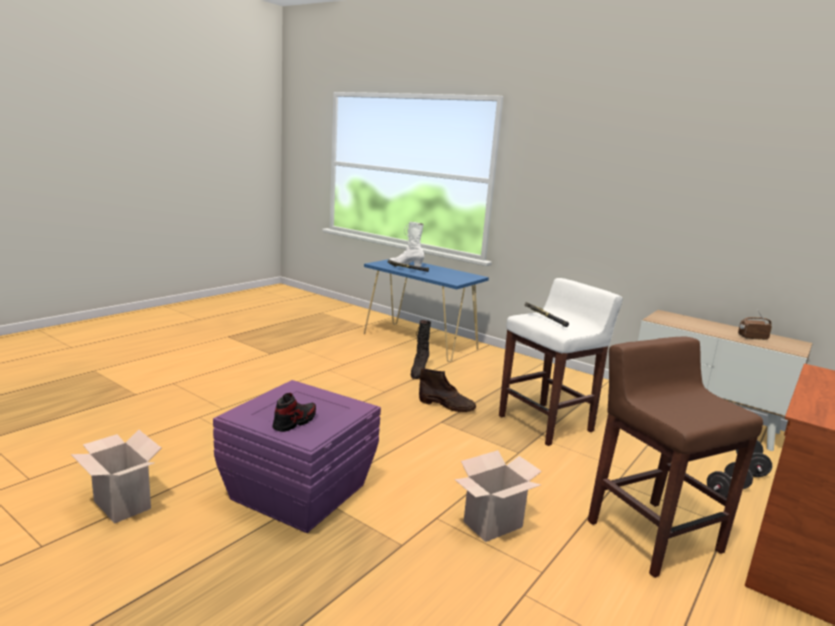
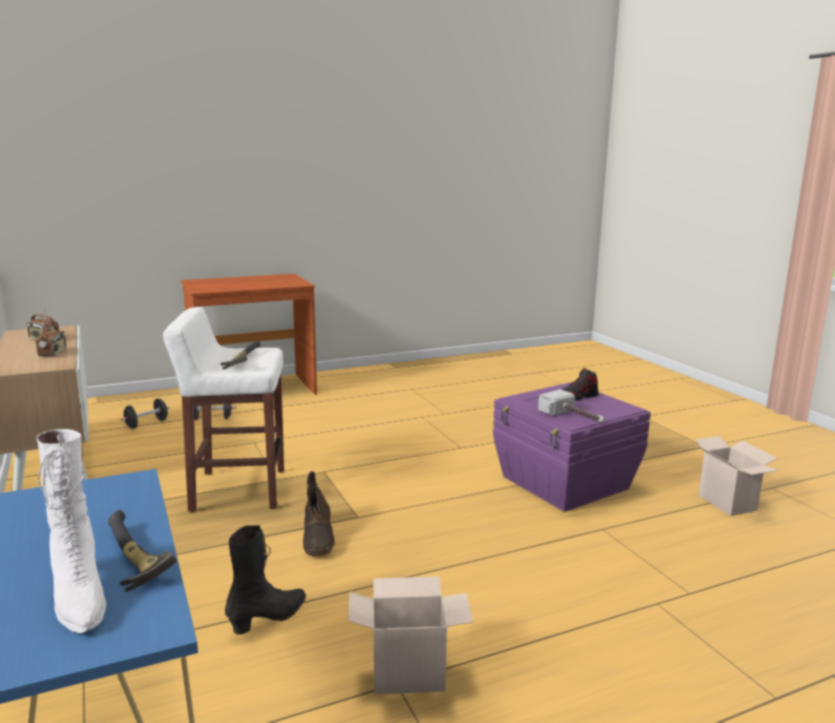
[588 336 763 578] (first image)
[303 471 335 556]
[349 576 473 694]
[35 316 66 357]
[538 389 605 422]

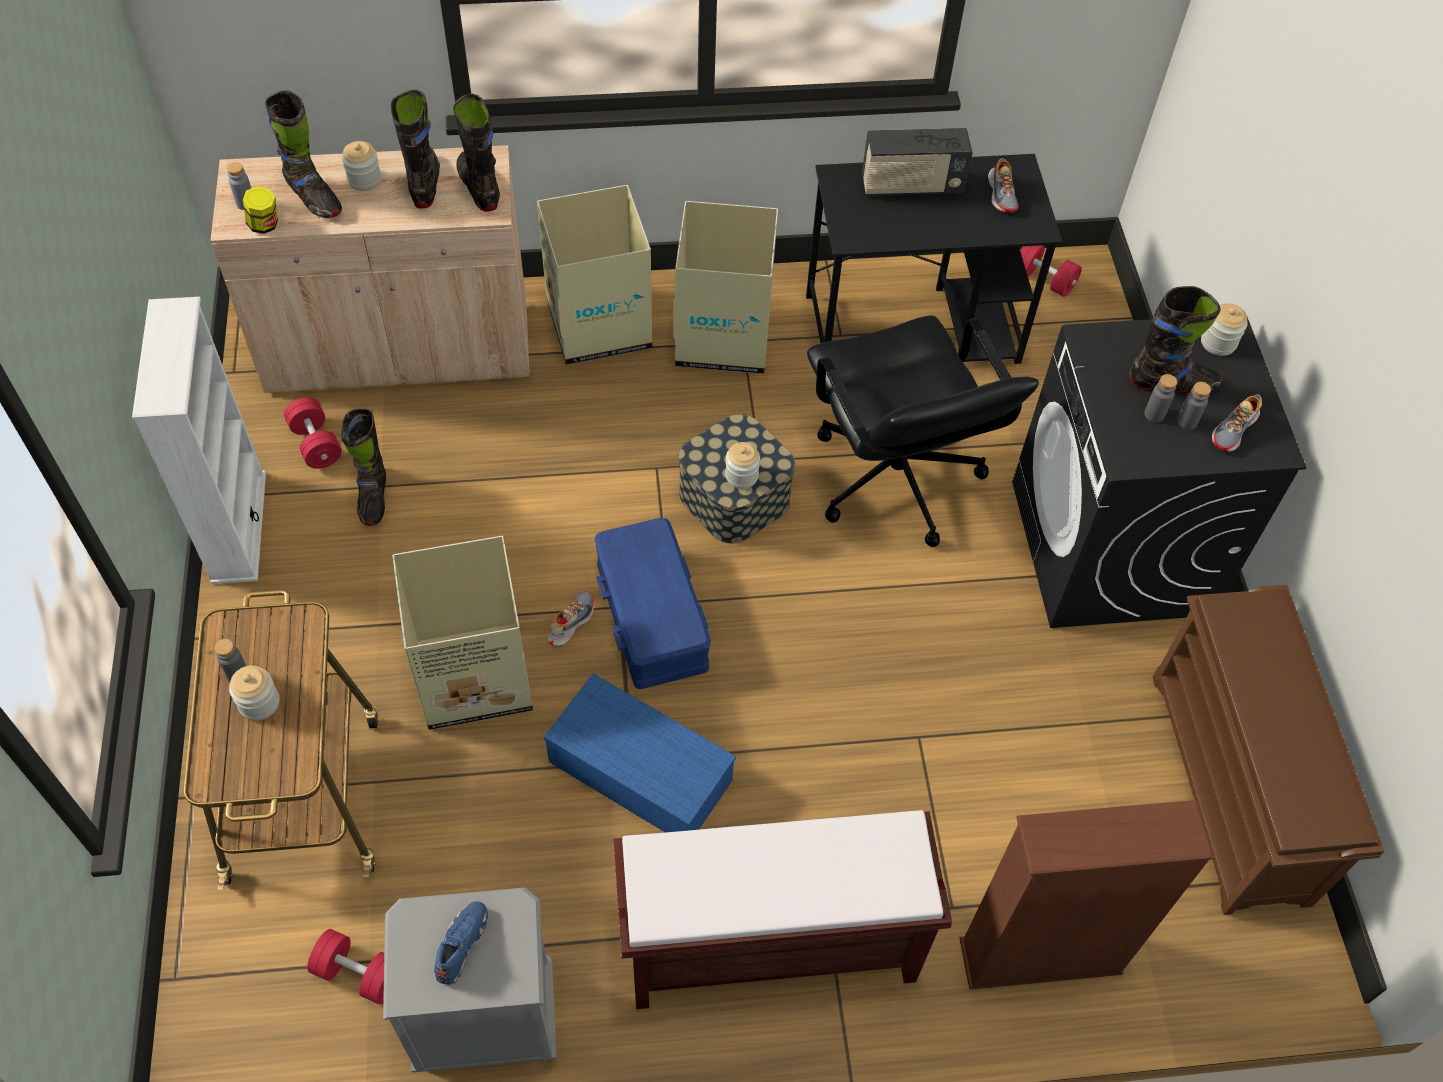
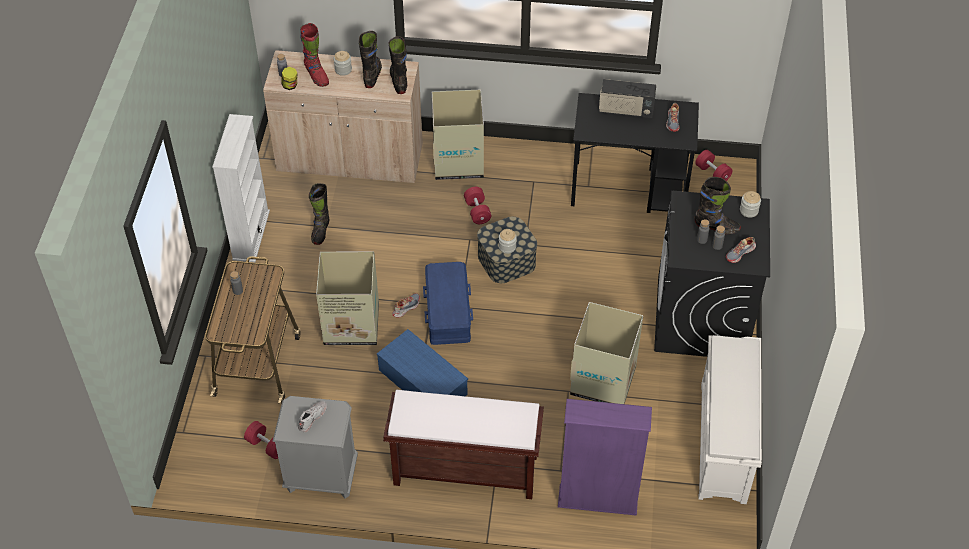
[300 23 329 87]
[570 302 643 404]
[807 315 1039 547] (first image)
[464 187 491 224]
[699 335 762 504]
[229 665 279 721] (first image)
[558 399 652 516]
[298 401 327 432]

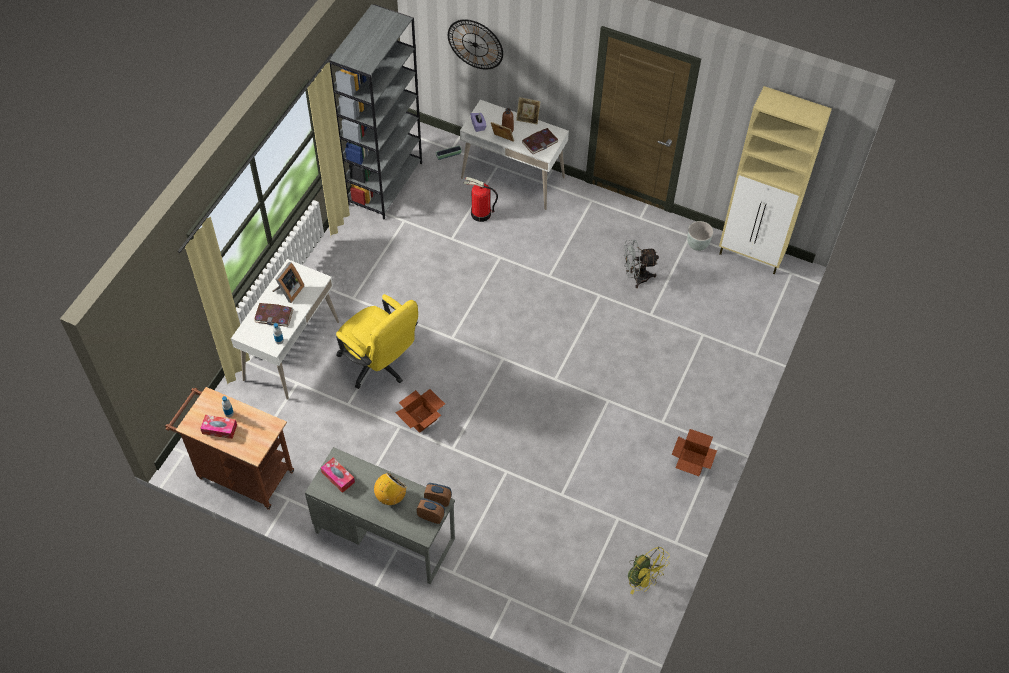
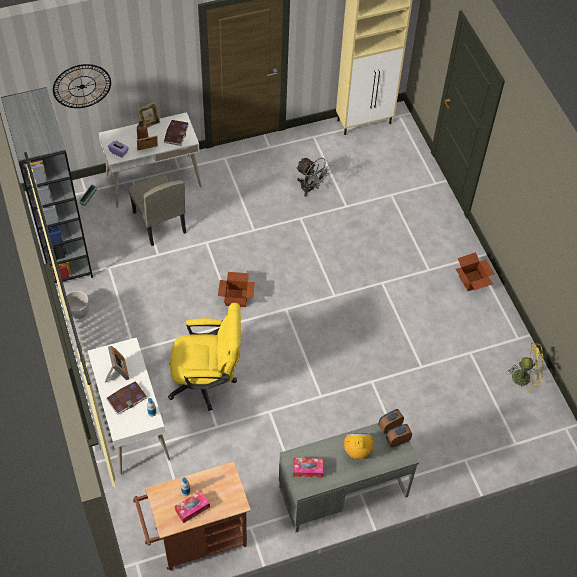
[128 175 186 246]
[66 290 89 319]
[296 158 331 197]
[218 272 255 307]

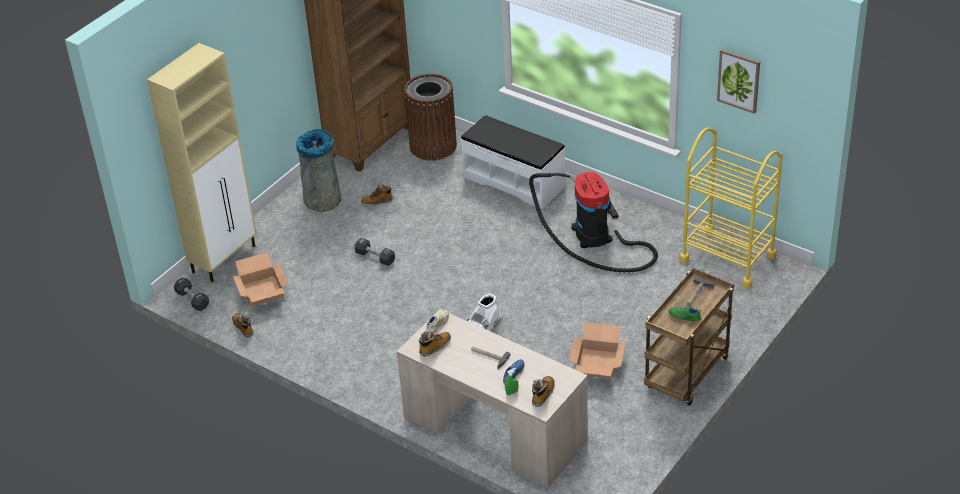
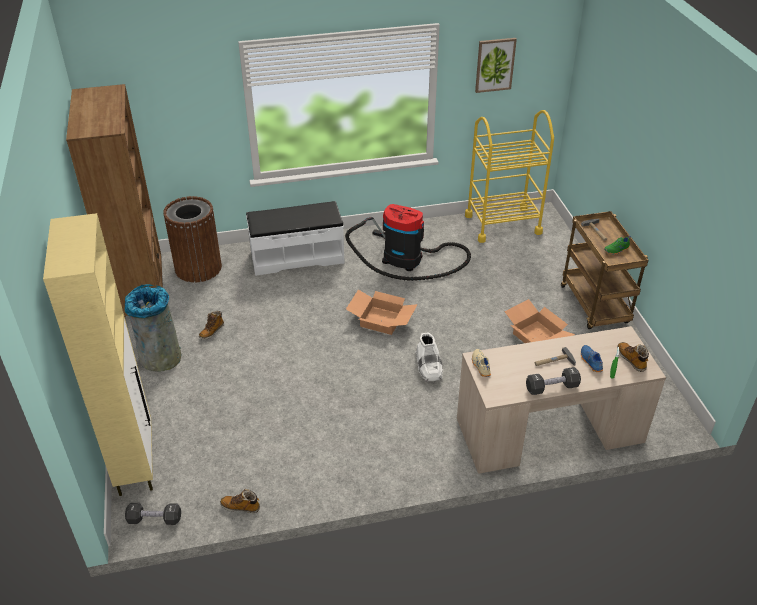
[526 367 581 395]
[346 290 418 335]
[419 330 451 357] (first image)

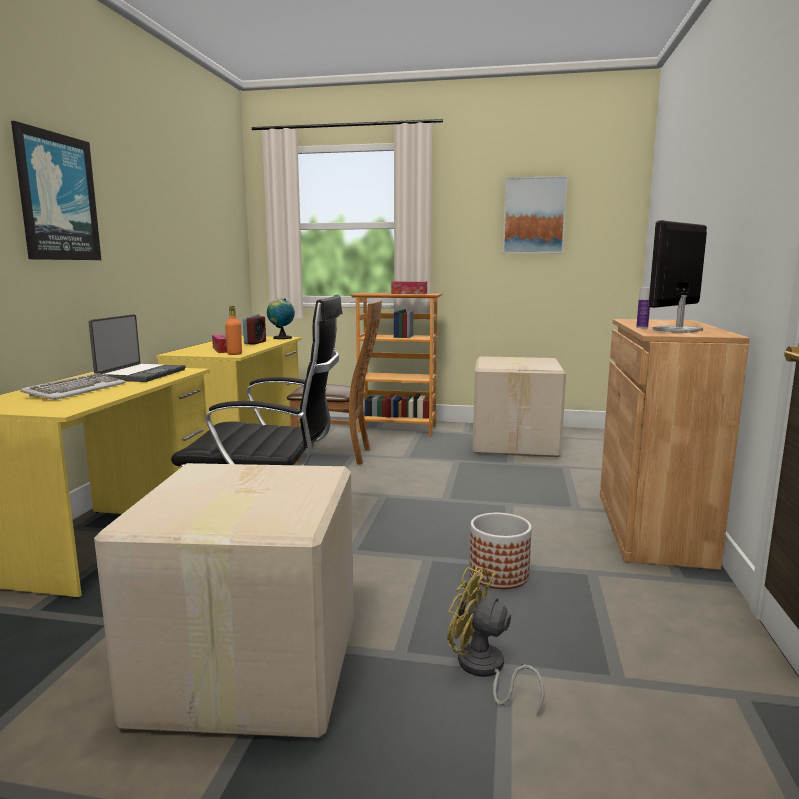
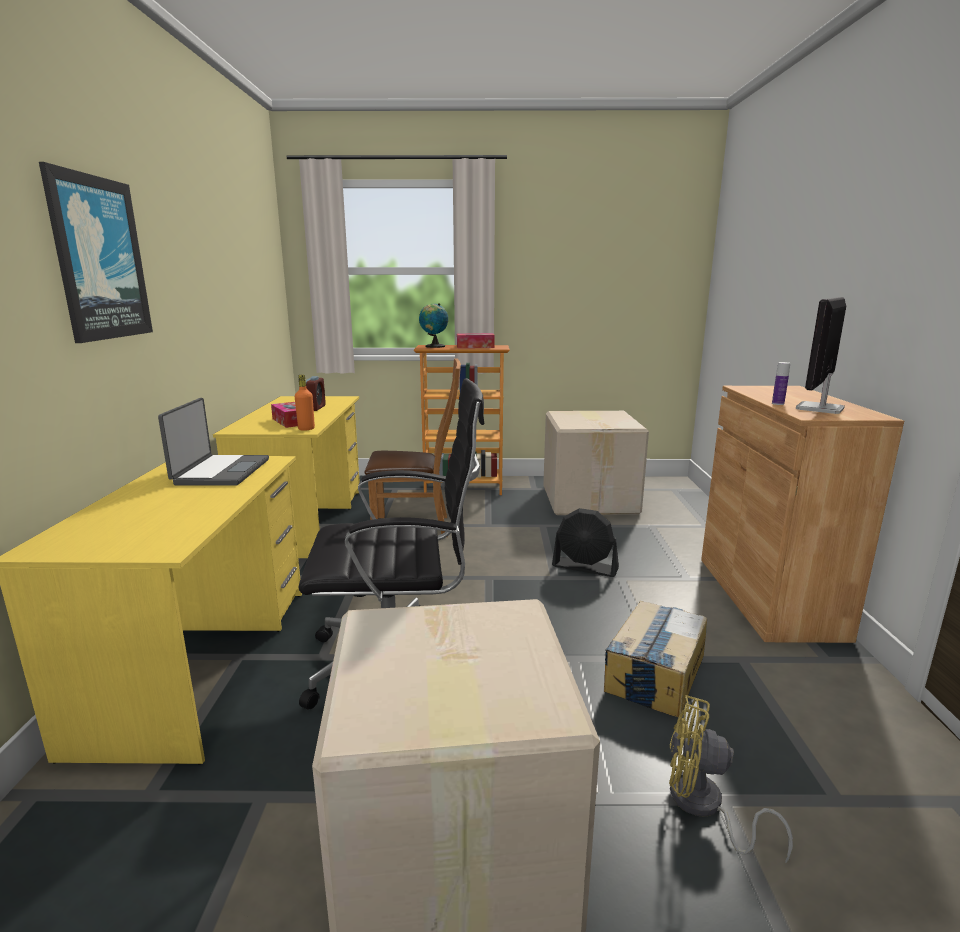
[503 176 568 253] (first image)
[419 303 448 348]
[20 373 126 400] (first image)
[604 601 707 717]
[552 508 619 577]

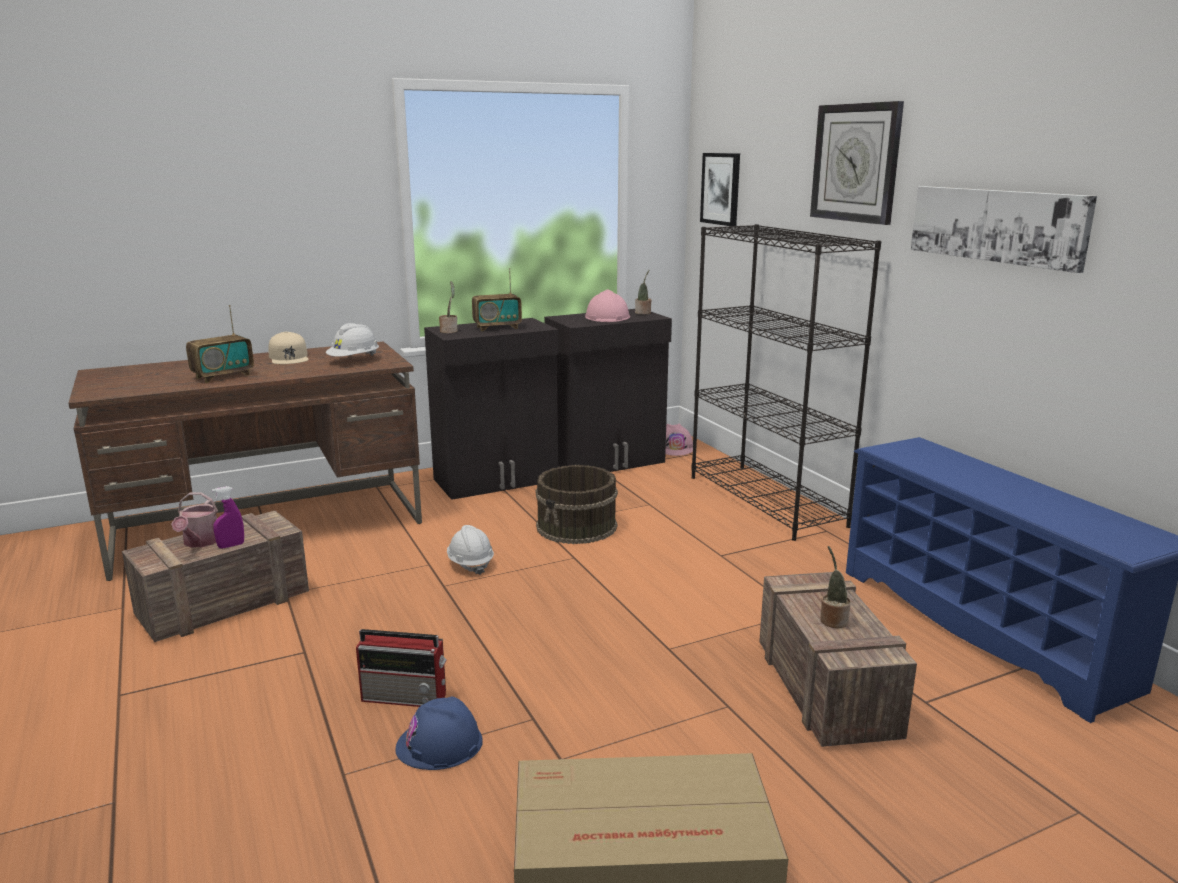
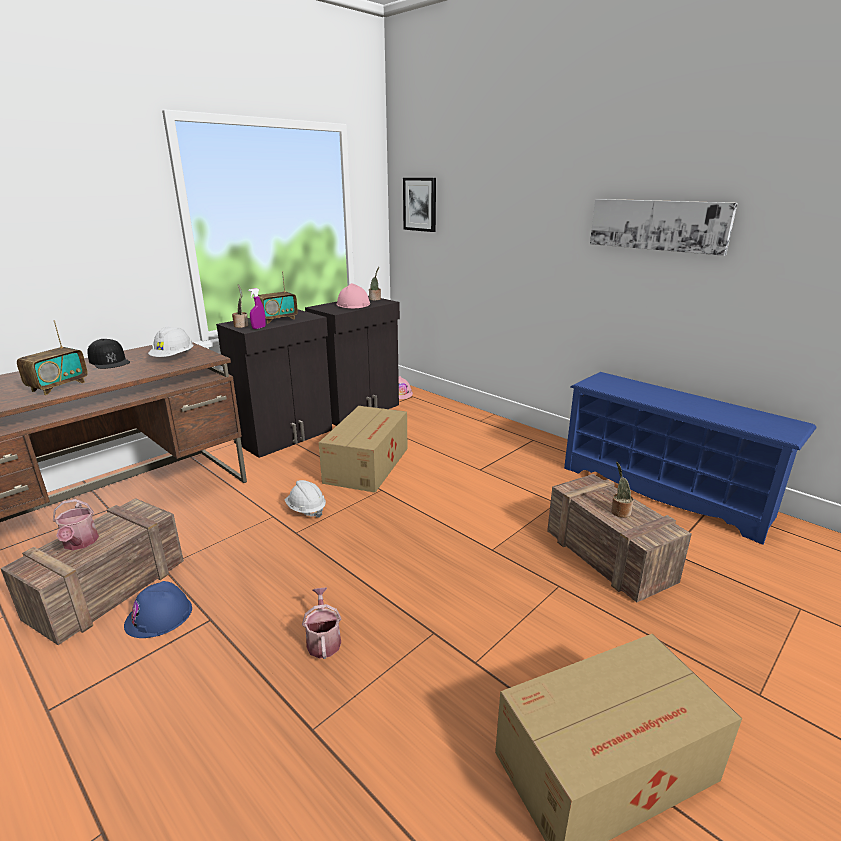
[810 101 904 225] (first image)
[691 224 881 541] (first image)
[88 339 130 369]
[319 406 407 493]
[248 288 266 329]
[302 587 341 659]
[124 581 192 638]

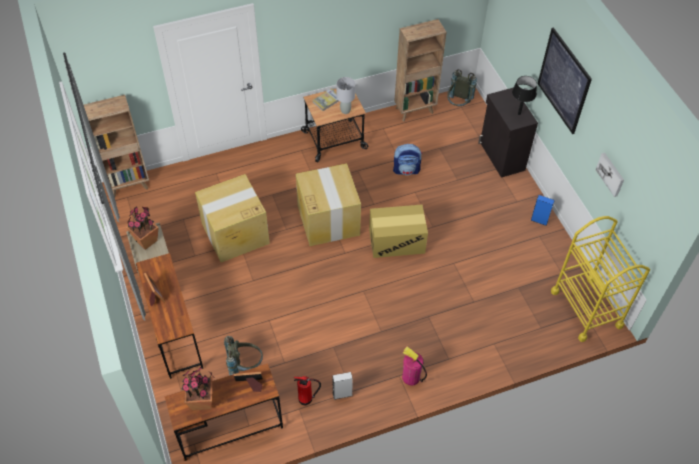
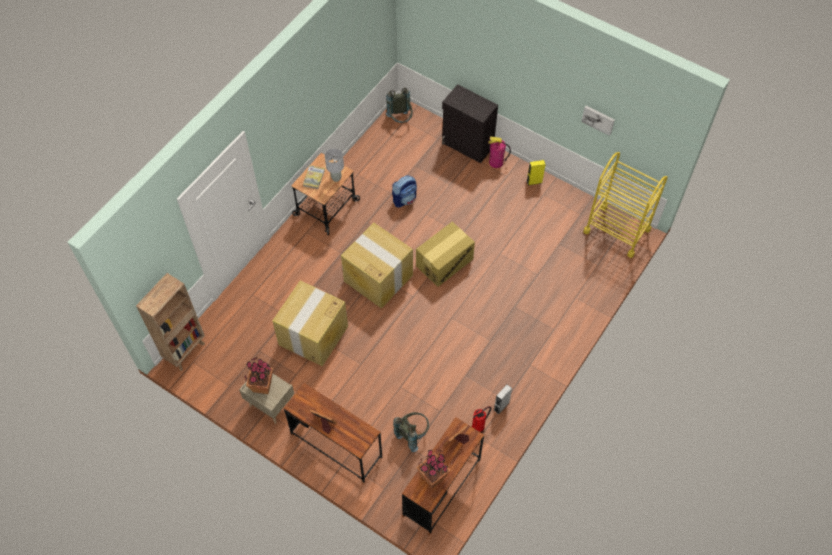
[394 19 446 121] (first image)
[537 27 592 134] (first image)
[512 76 537 115] (first image)
[527 160 546 186]
[488 137 511 168]

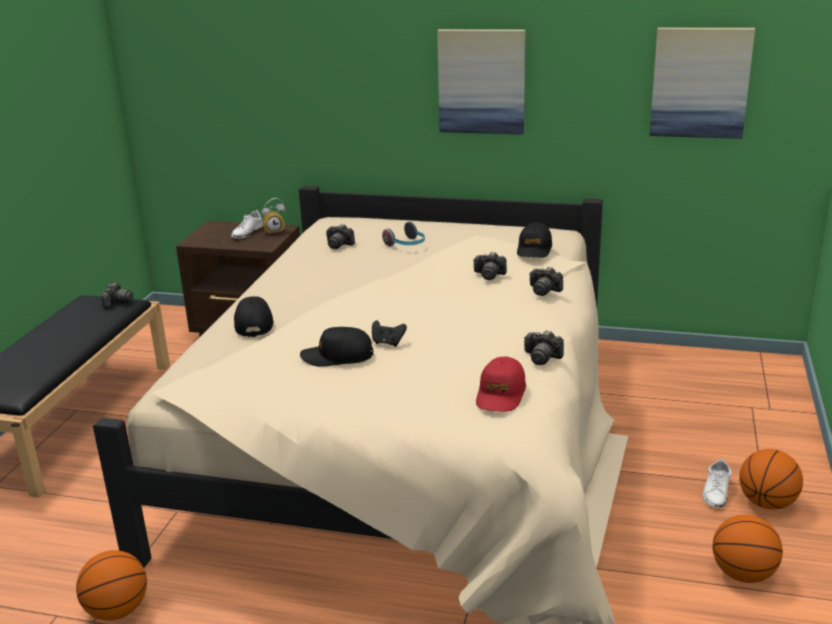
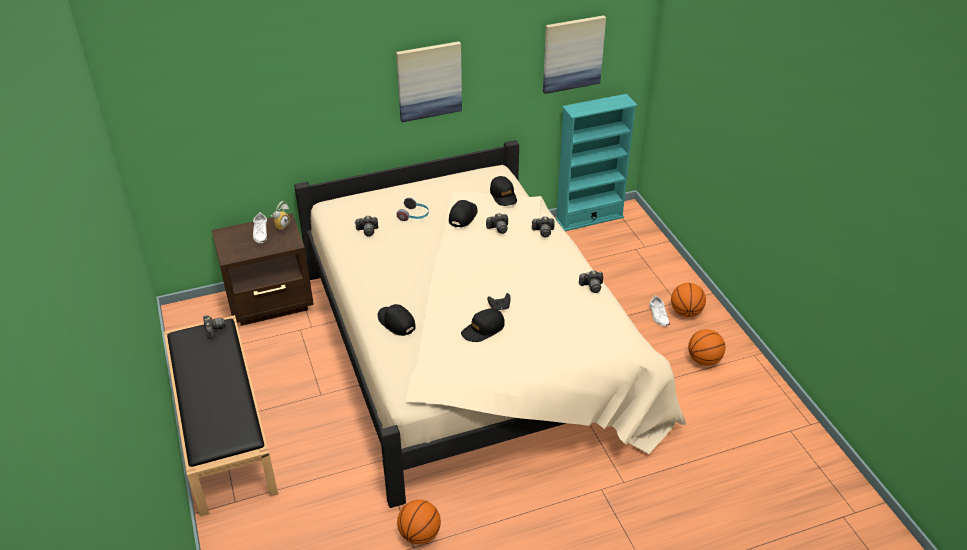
[476 357 526 412] (first image)
[555 94 637 231]
[449 200 478 227]

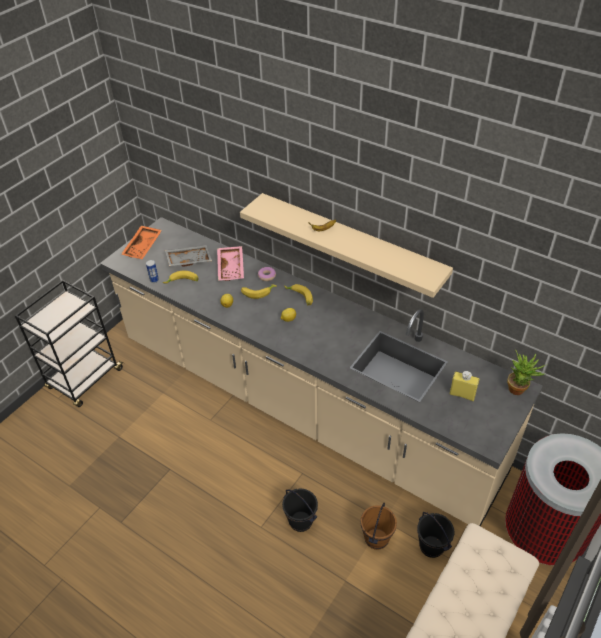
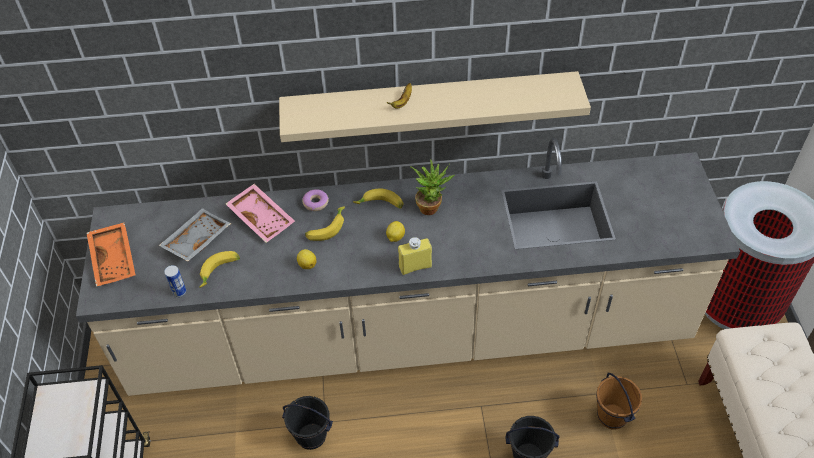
[410 159 454 215]
[398 237 432 275]
[282 396 333 450]

